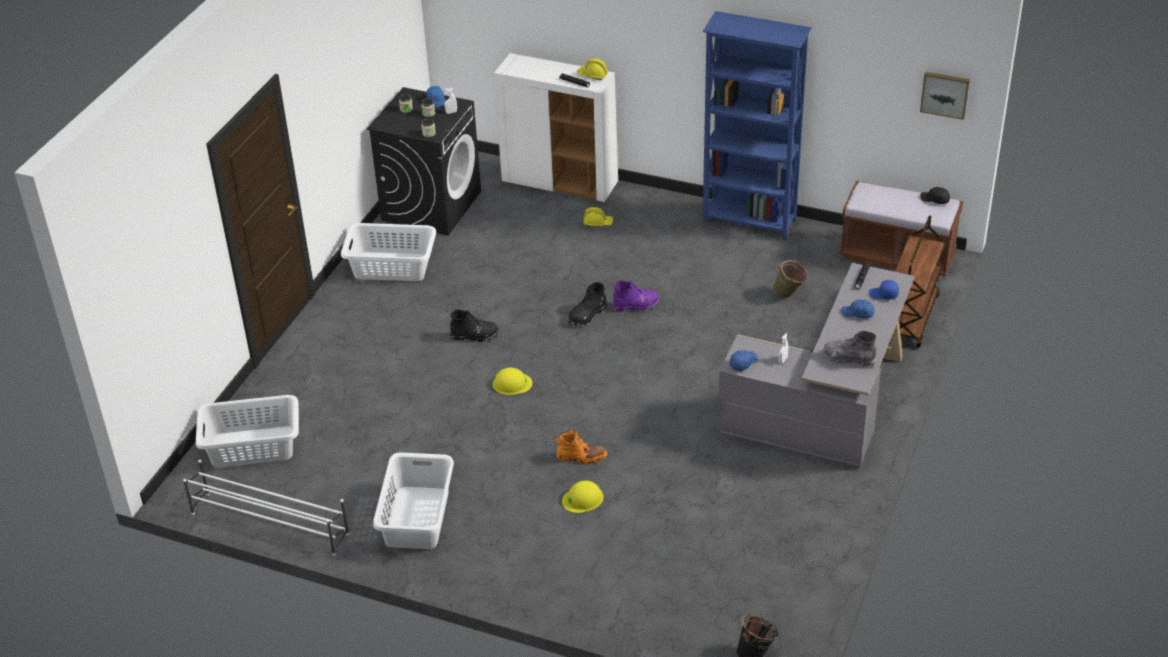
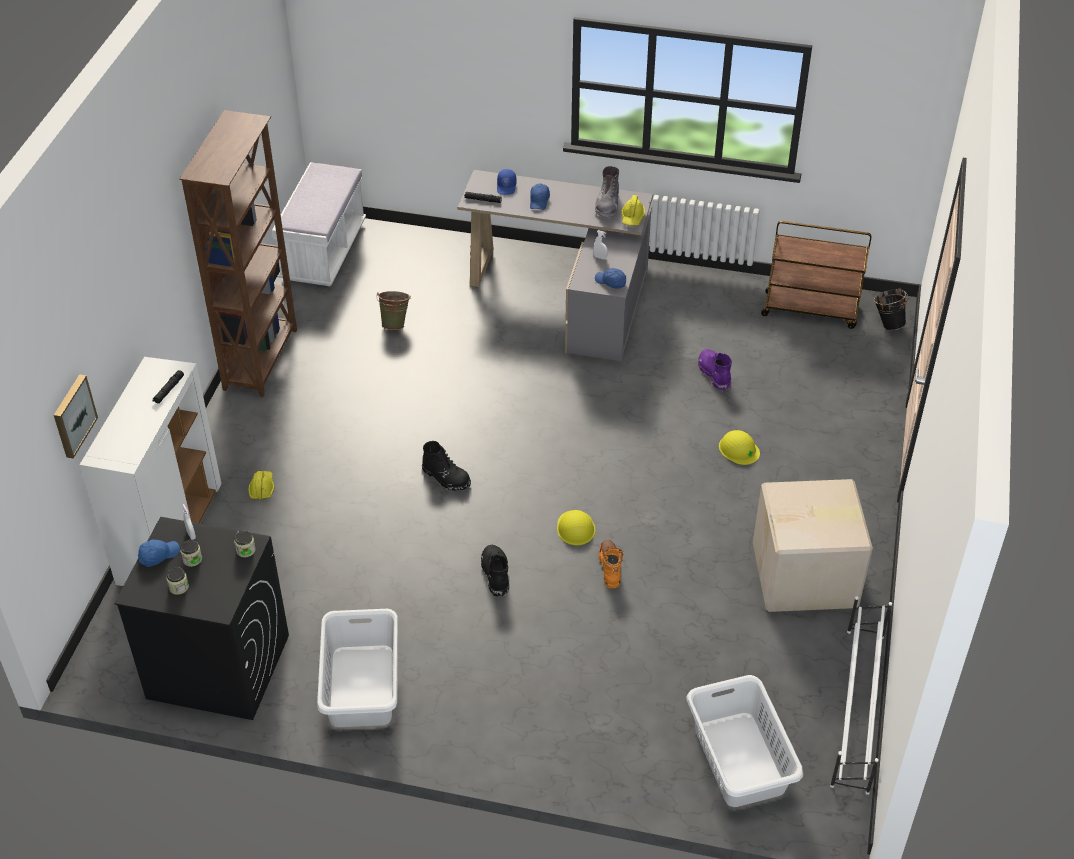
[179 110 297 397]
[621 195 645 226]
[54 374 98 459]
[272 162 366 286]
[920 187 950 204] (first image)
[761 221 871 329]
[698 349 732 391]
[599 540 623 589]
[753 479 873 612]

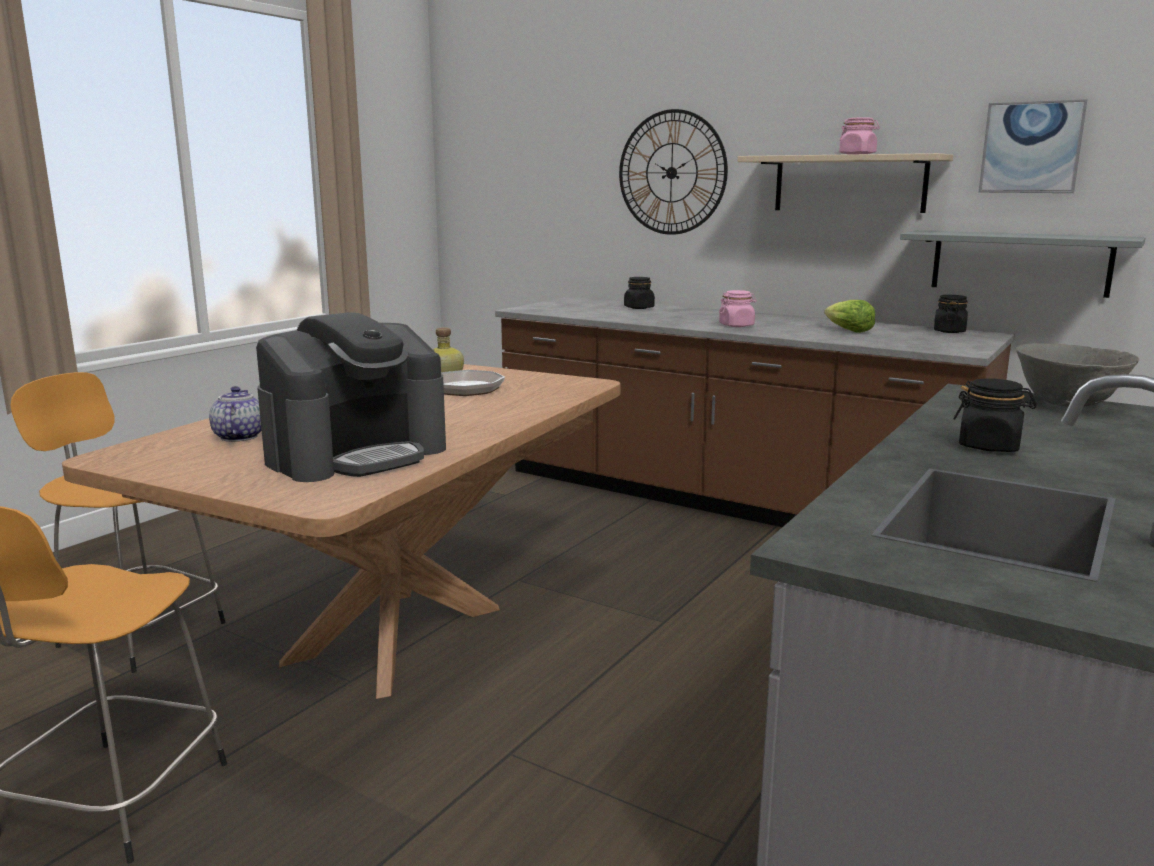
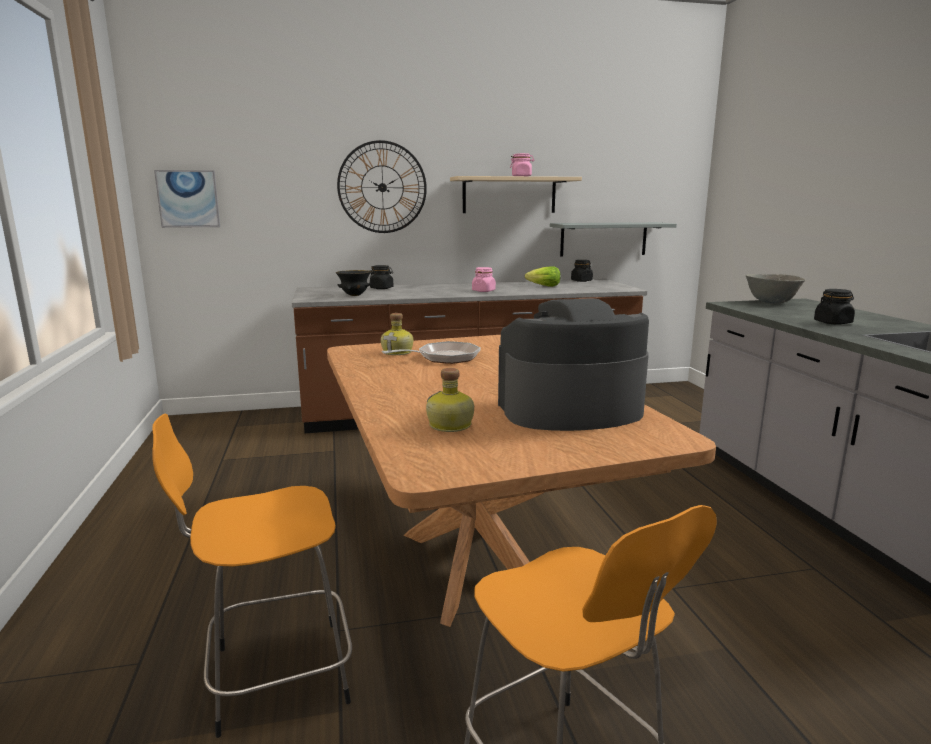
[154 170 220 228]
[498 298 649 431]
[426 368 474 432]
[336 270 371 296]

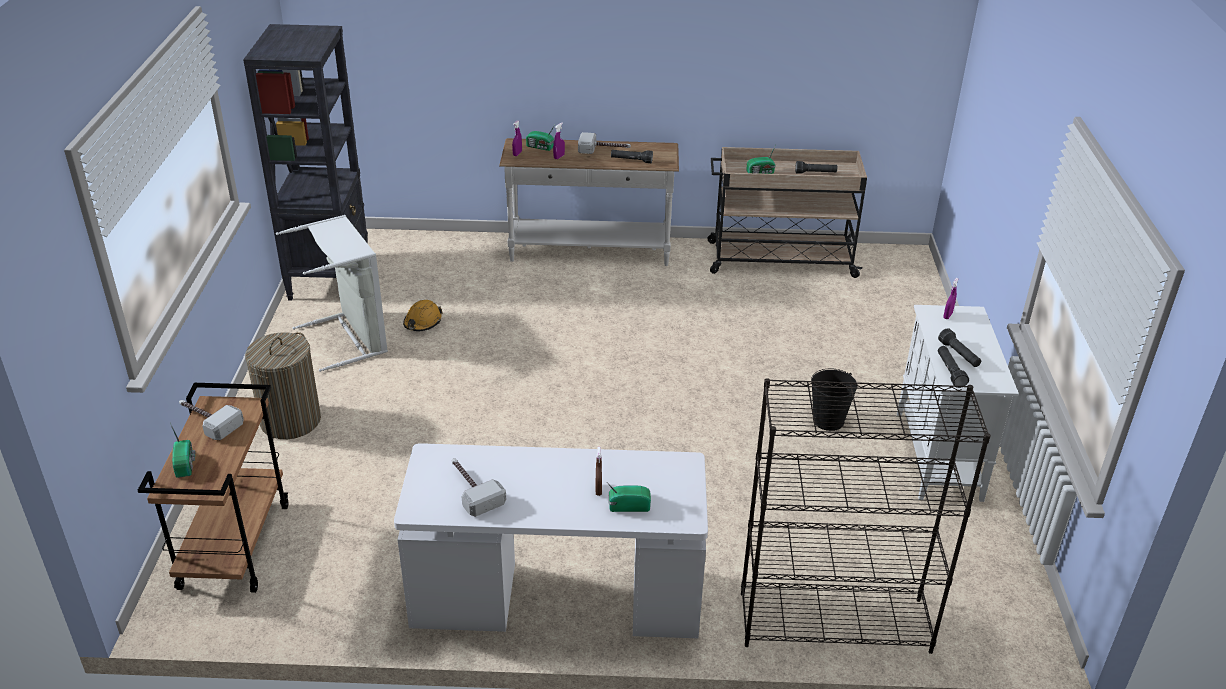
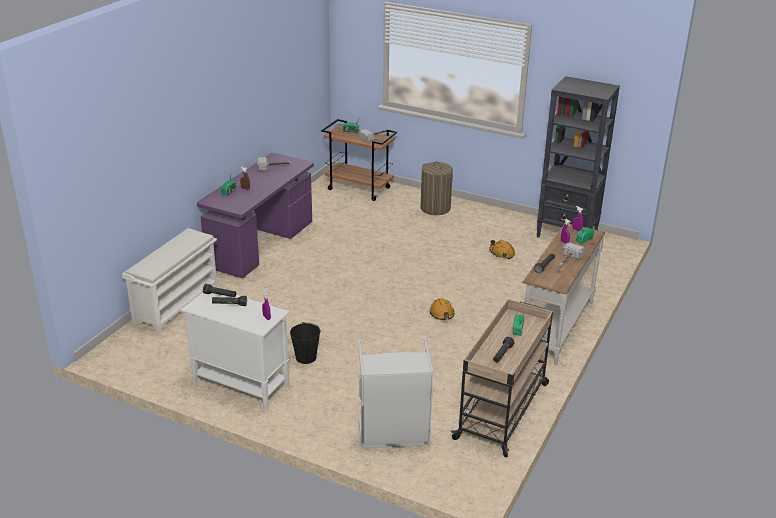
[358 338 434 449]
[122 228 218 333]
[197 153 314 278]
[429 298 454 320]

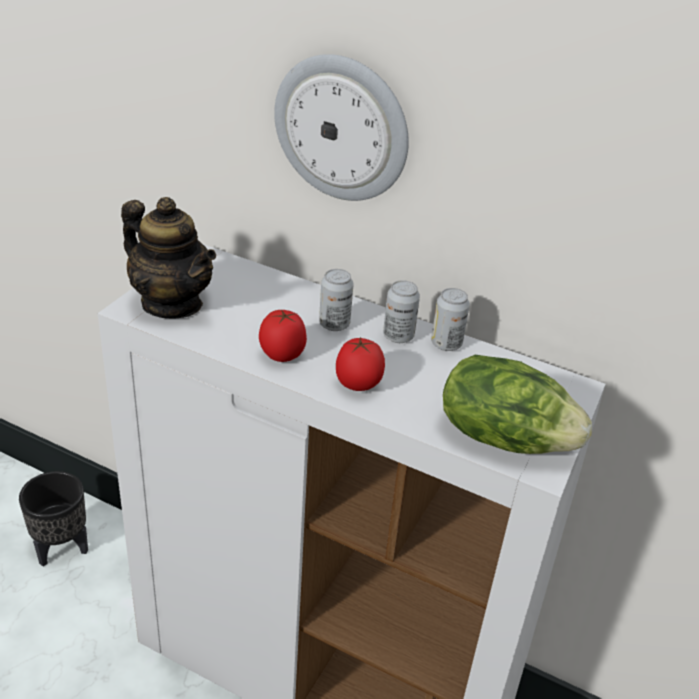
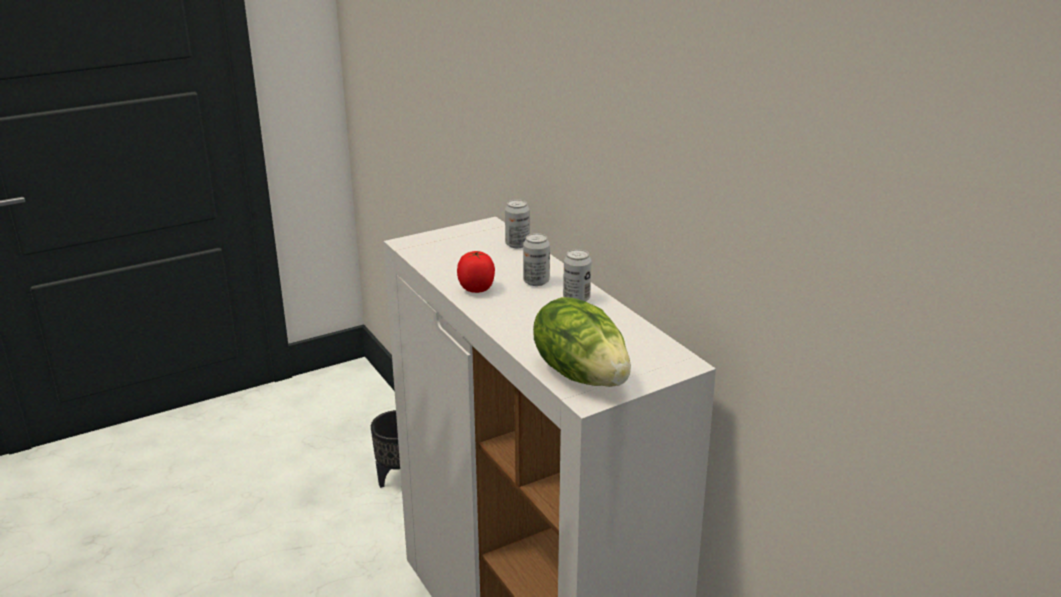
[274 54 409 201] (first image)
[121 197 216 319] (first image)
[505 199 530 248]
[336 337 385 391] (first image)

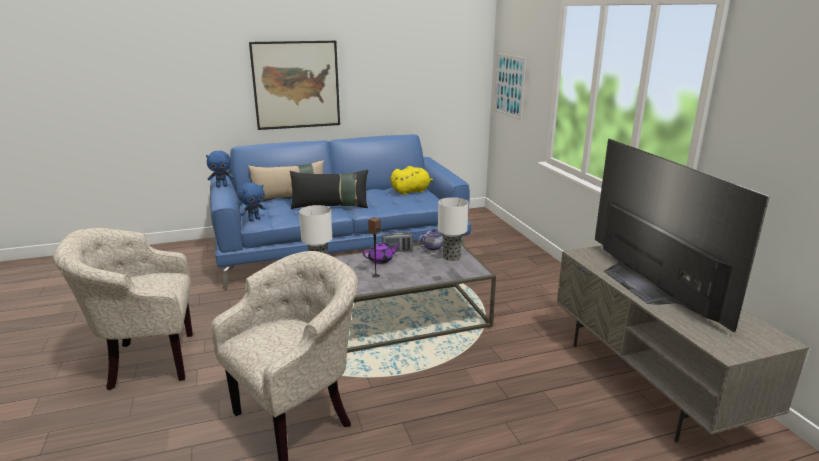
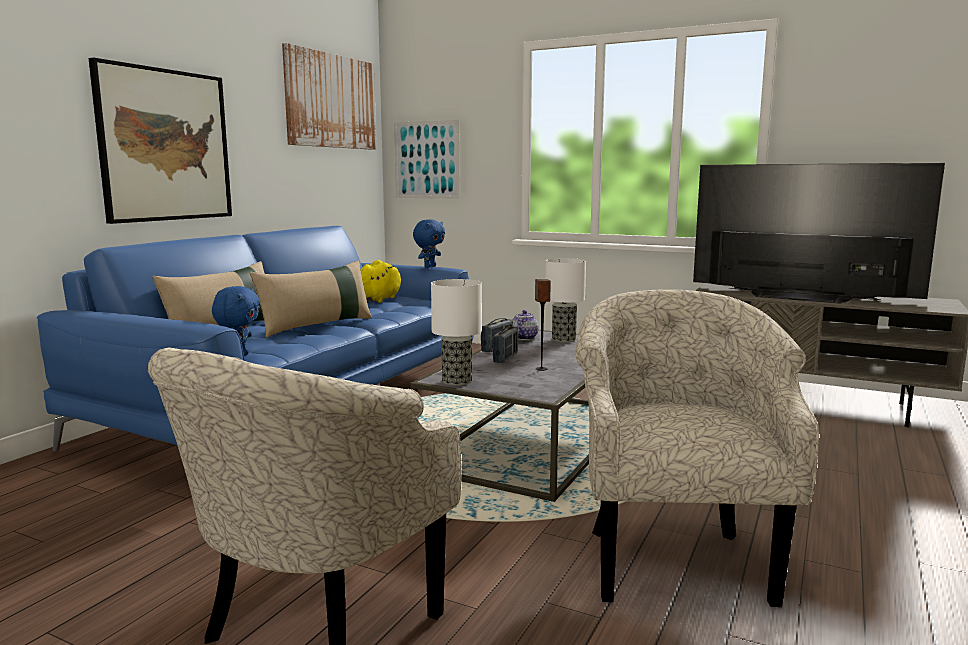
[413 219 445 268]
[250 261 372 337]
[493 326 518 363]
[282 43 376 150]

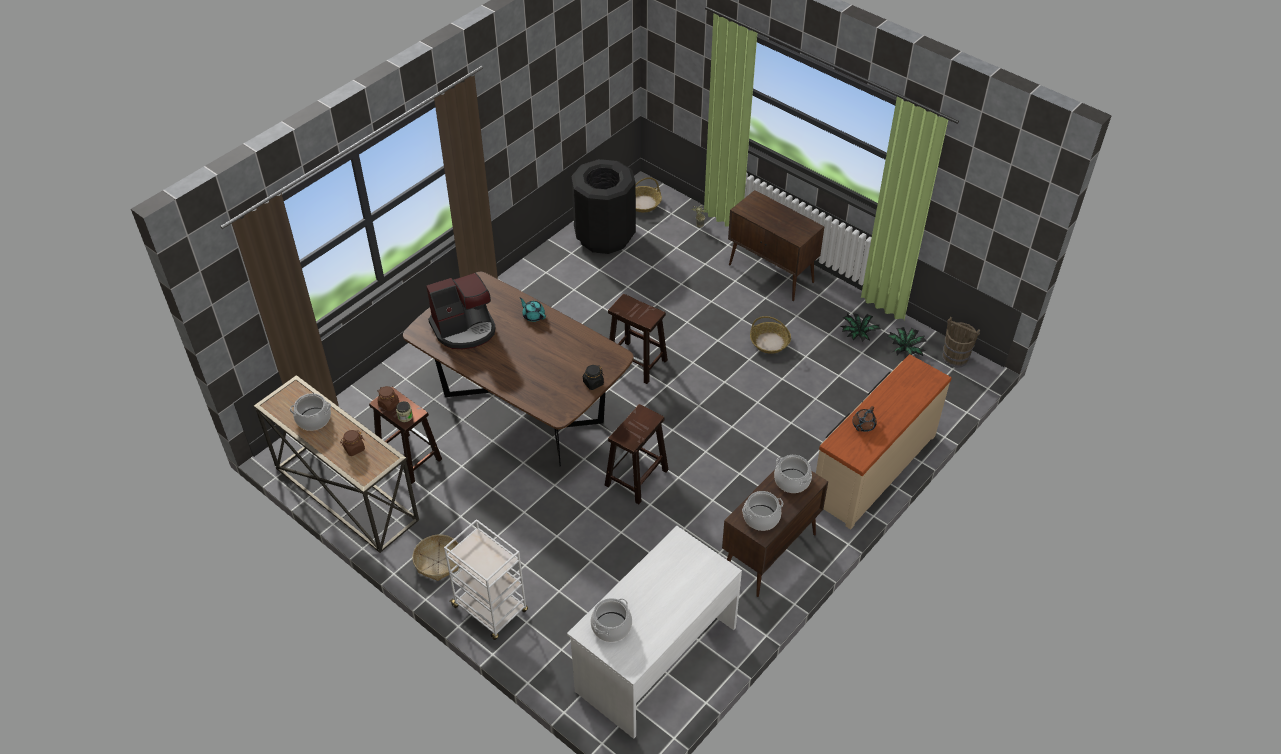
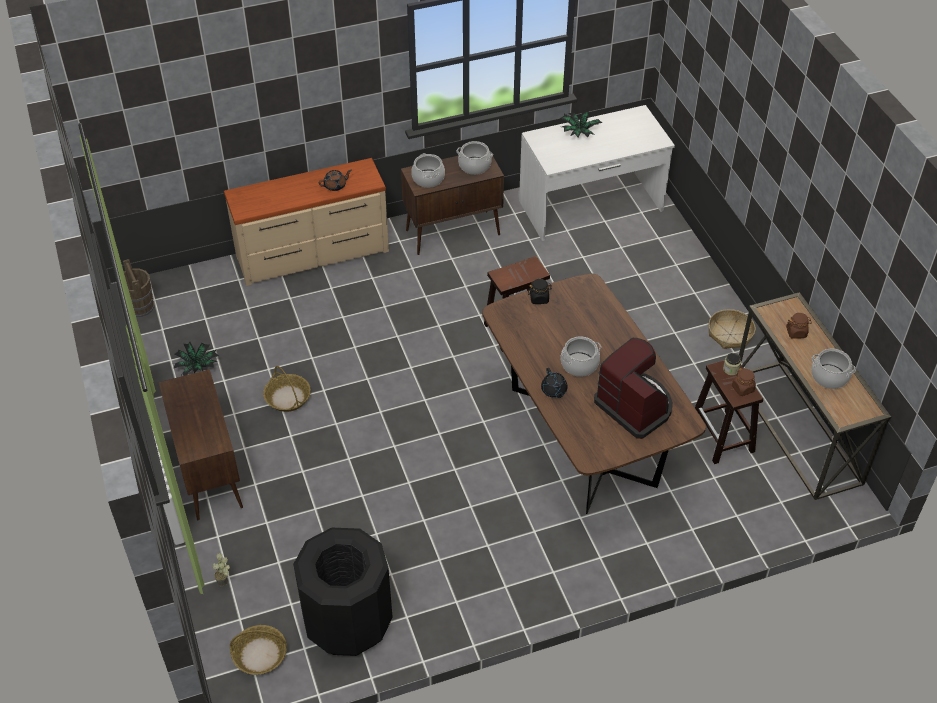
[594 337 673 439]
[608 294 668 384] (first image)
[541 368 568 398]
[561 110 602 138]
[444 519 528 640] (first image)
[560 336 601 377]

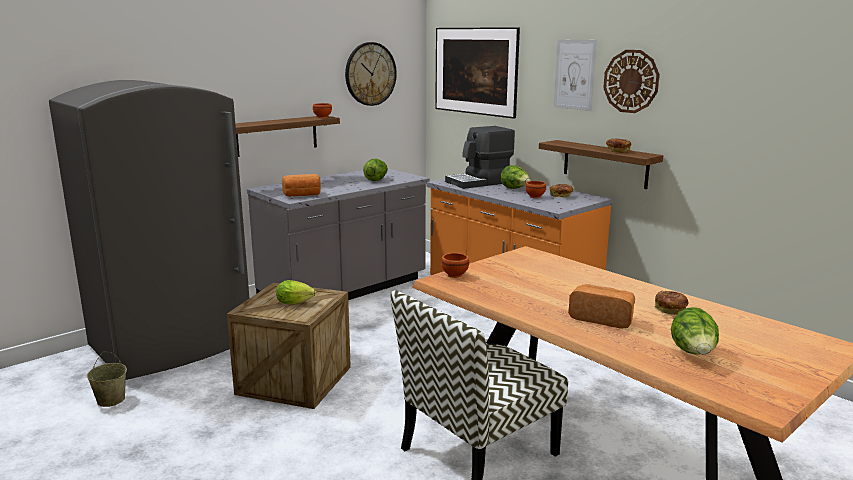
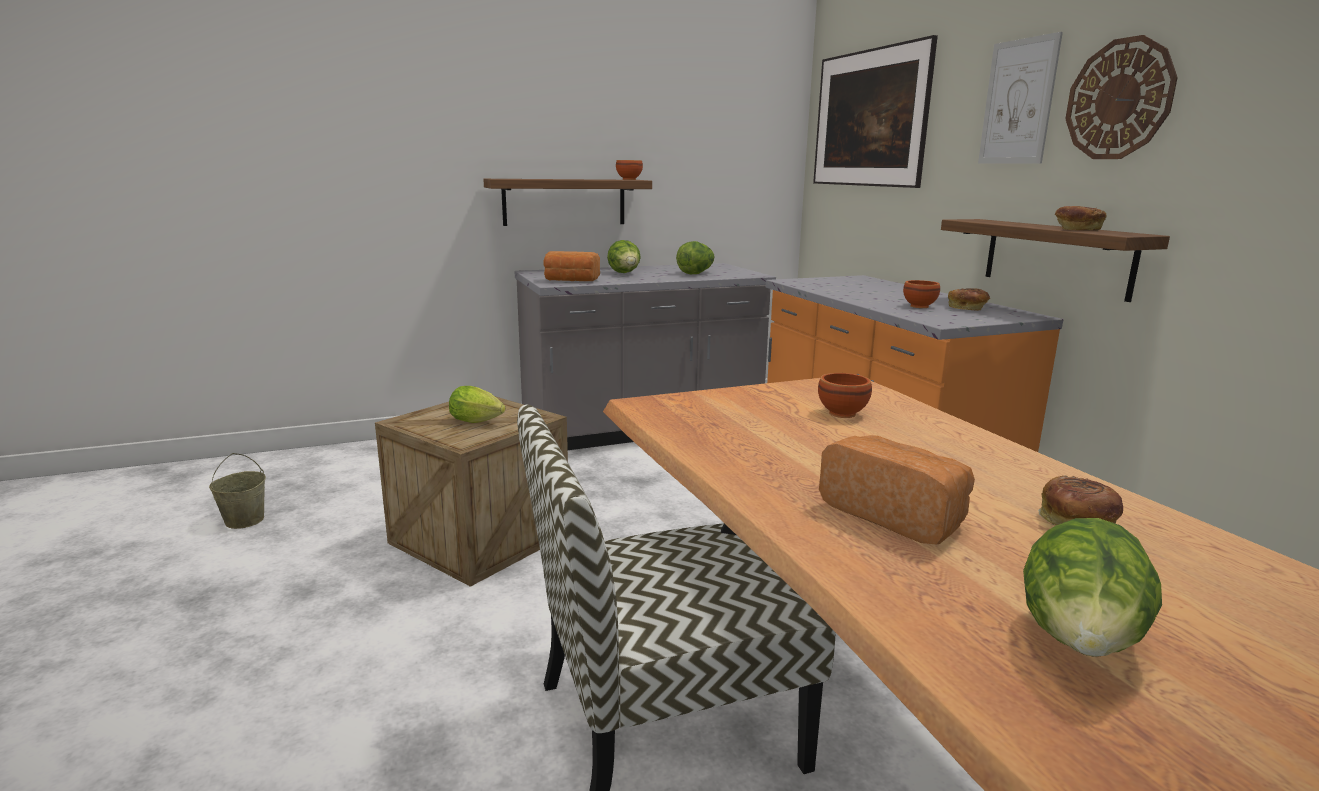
[345 42 397 106] (first image)
[49 80 249 380] (first image)
[445 126 515 189] (first image)
[607 240 640 273]
[818 373 872 418]

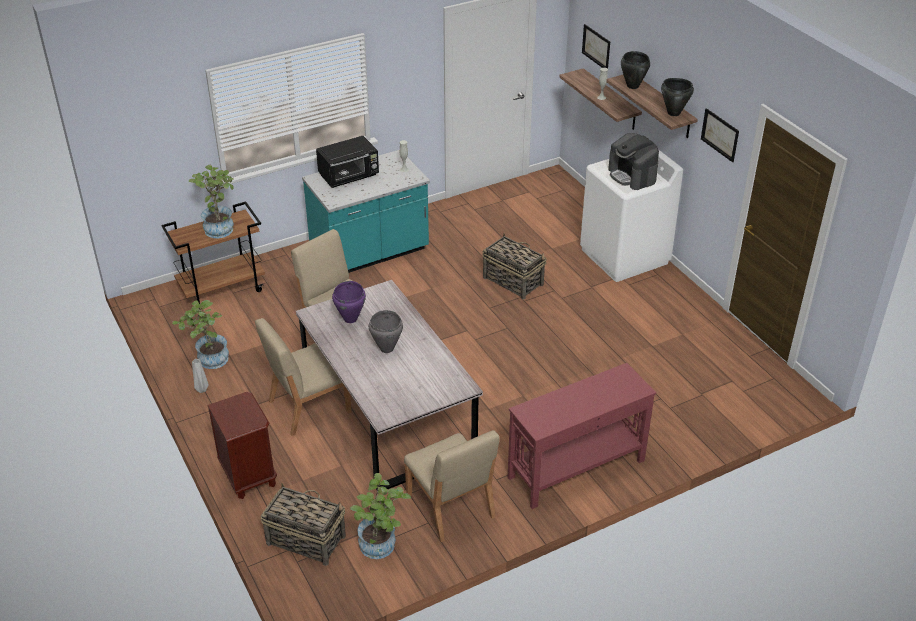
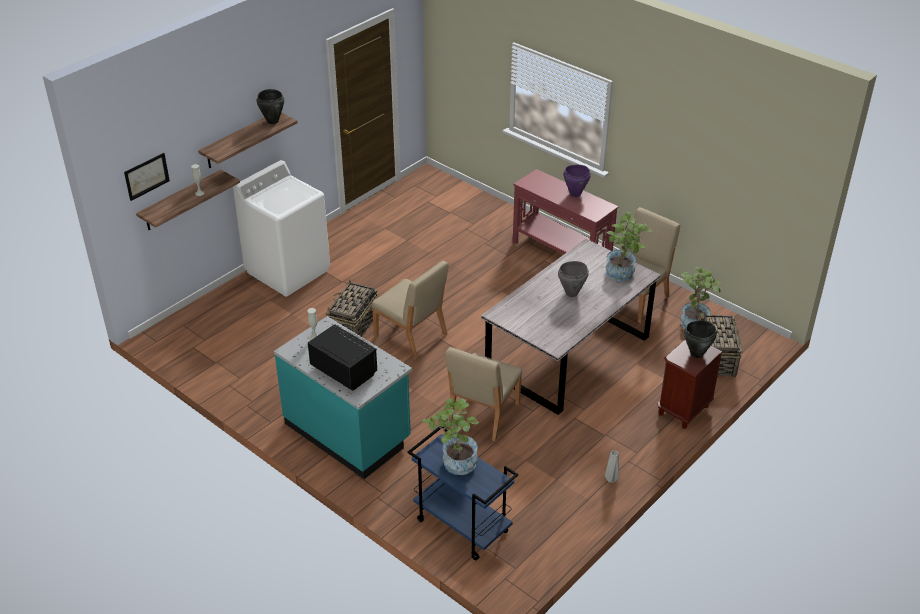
[684 320 717 358]
[701 108 739 162] (first image)
[608 133 659 190] (first image)
[408 426 518 561]
[563 165 591 197]
[606 212 653 281]
[372 261 449 360]

